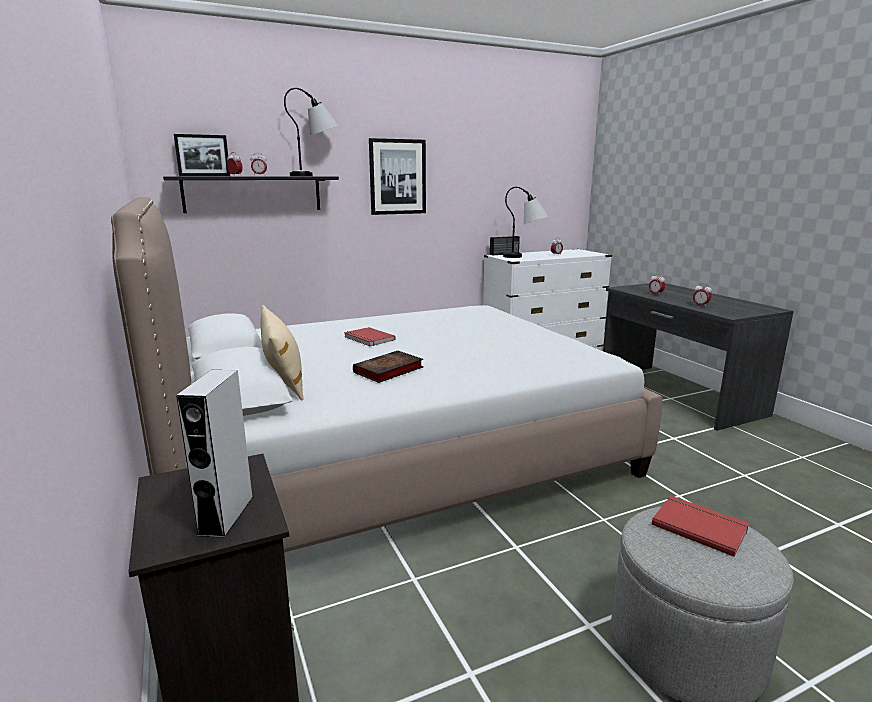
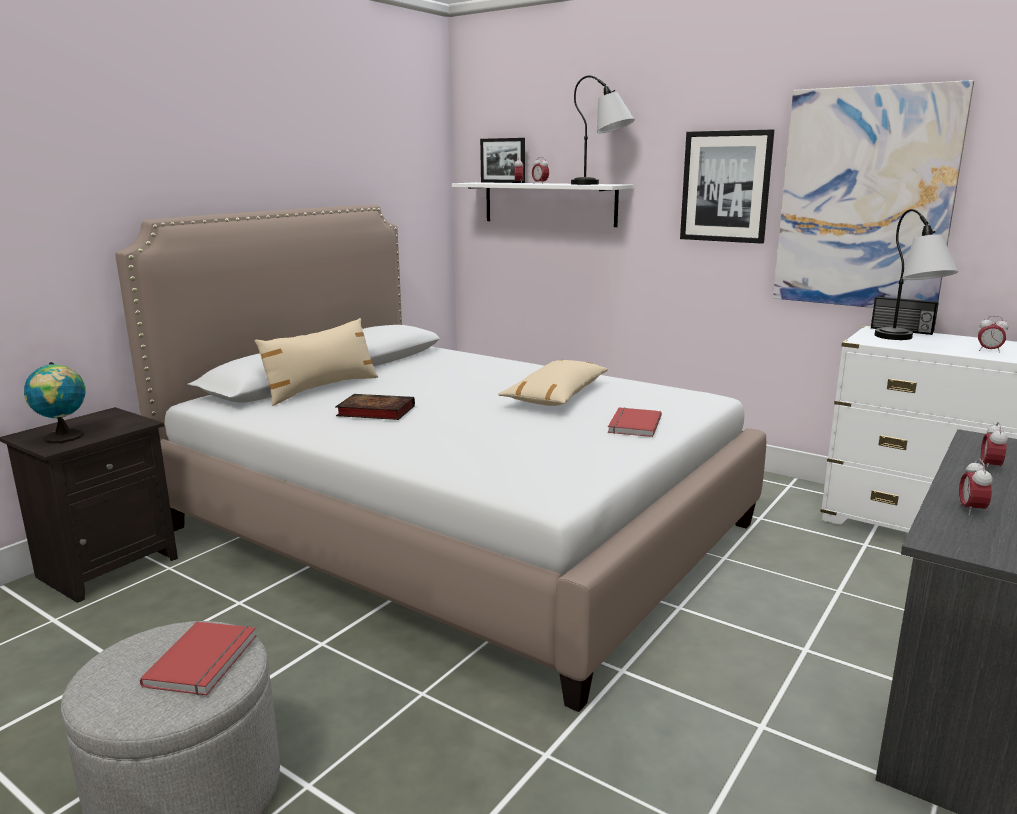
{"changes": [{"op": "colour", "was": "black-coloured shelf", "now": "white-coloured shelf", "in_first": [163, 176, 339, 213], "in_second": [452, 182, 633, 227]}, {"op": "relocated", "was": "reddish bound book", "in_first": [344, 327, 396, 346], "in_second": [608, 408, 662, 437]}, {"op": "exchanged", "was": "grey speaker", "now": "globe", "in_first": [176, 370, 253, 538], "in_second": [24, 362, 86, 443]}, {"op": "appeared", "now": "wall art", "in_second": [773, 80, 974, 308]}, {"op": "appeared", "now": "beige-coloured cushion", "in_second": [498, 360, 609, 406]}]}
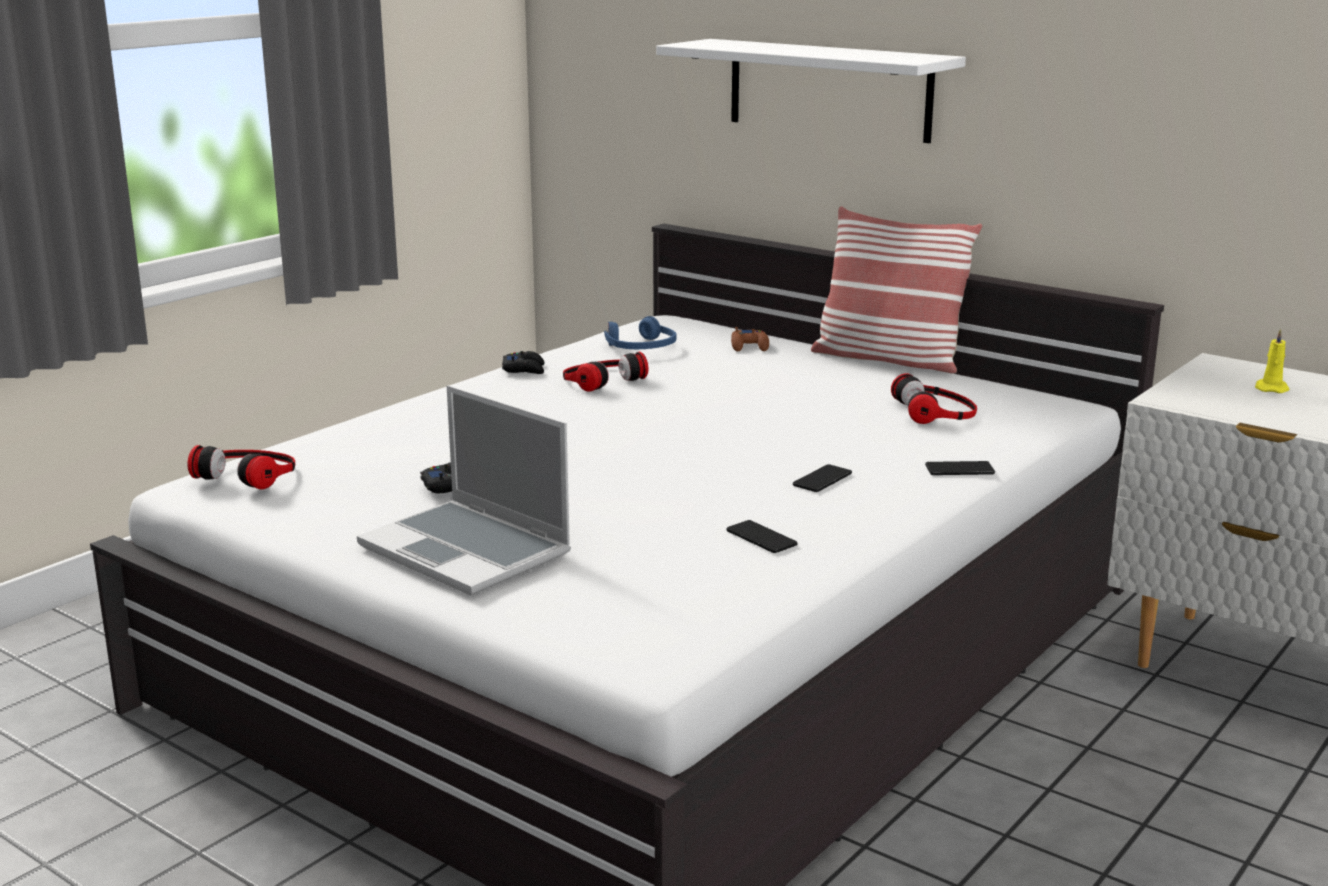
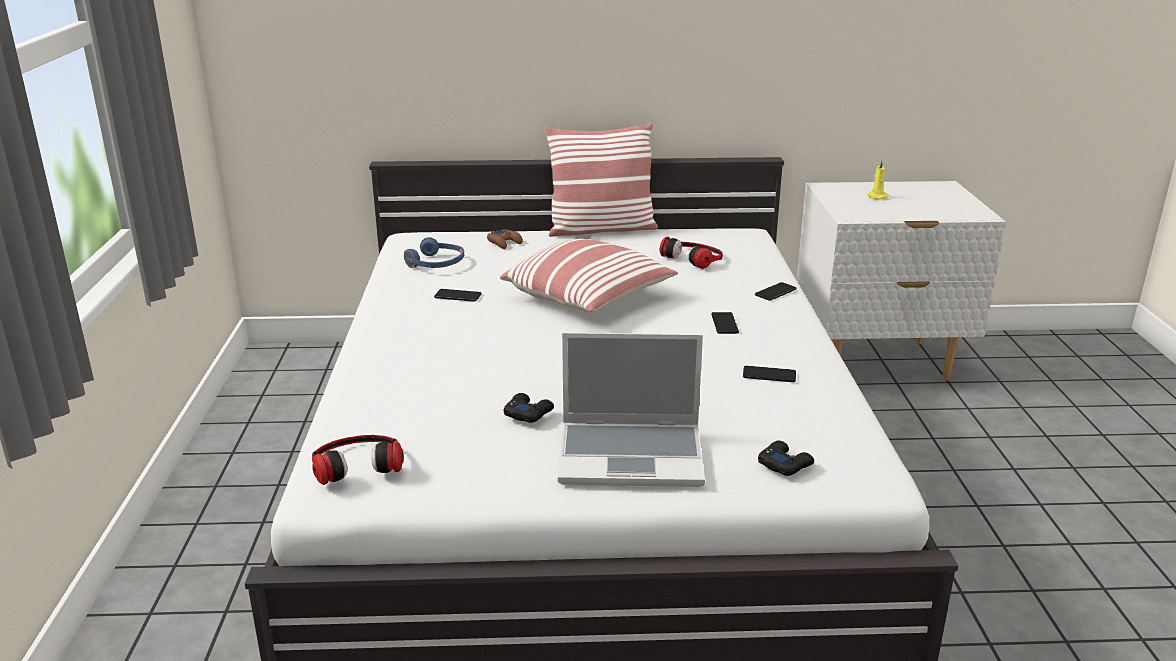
{"changes": [{"op": "missing", "was": "white-coloured shelf", "in_first": [656, 39, 966, 143]}, {"op": "relocated", "was": "black-coloured gamepad", "in_first": [502, 351, 545, 374], "in_second": [758, 441, 814, 476]}, {"op": "exchanged", "was": "pair of headphones", "now": "phone", "in_first": [563, 352, 648, 392], "in_second": [434, 289, 482, 302]}, {"op": "appeared", "now": "cushion", "in_second": [500, 239, 678, 312]}]}
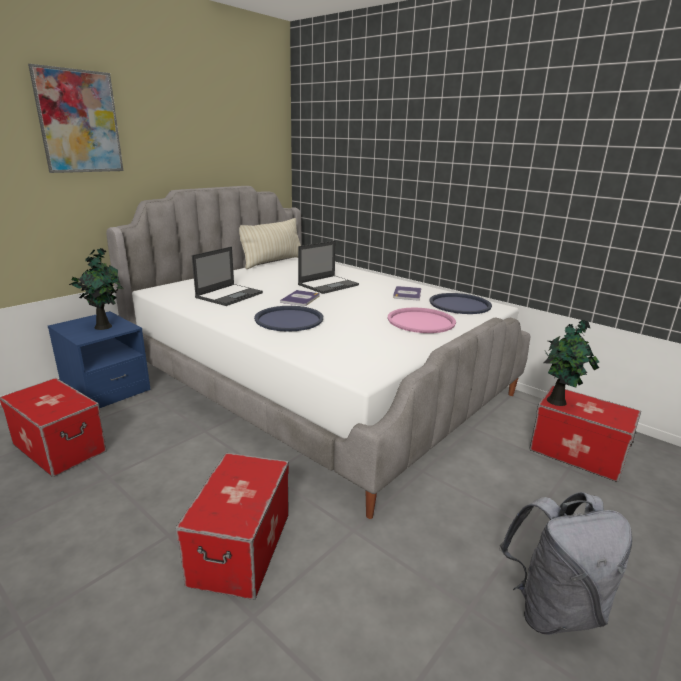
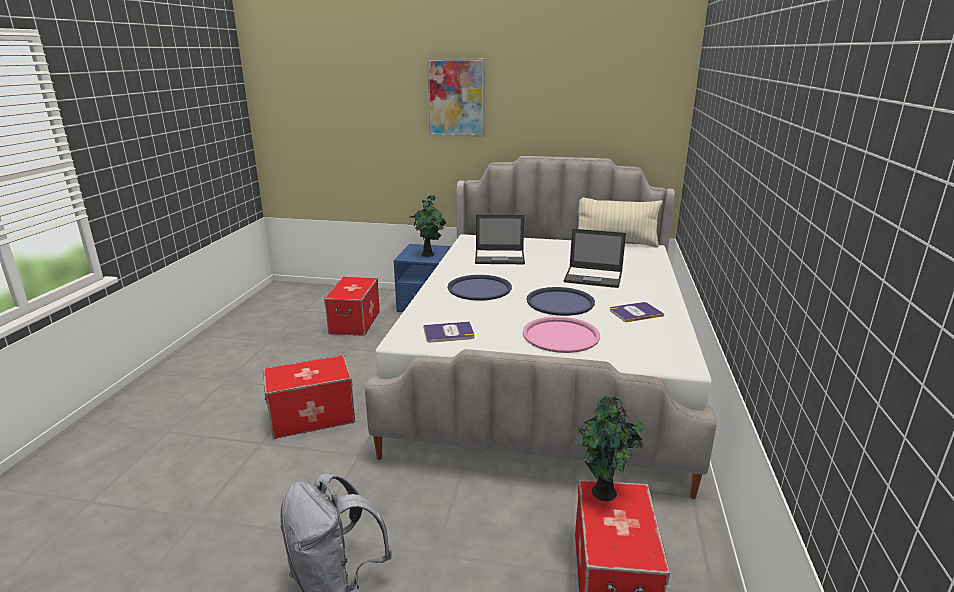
{"changes": [{"op": "relocated", "was": "bound book", "in_first": [280, 290, 320, 306], "in_second": [424, 321, 475, 343]}, {"op": "relocated", "was": "blue carrying tray", "in_first": [430, 293, 492, 314], "in_second": [526, 287, 595, 316]}]}
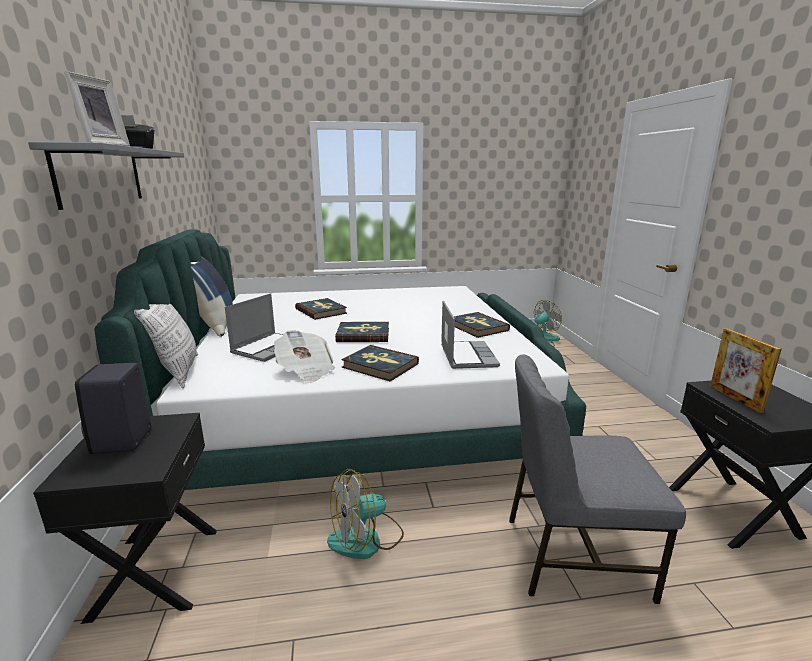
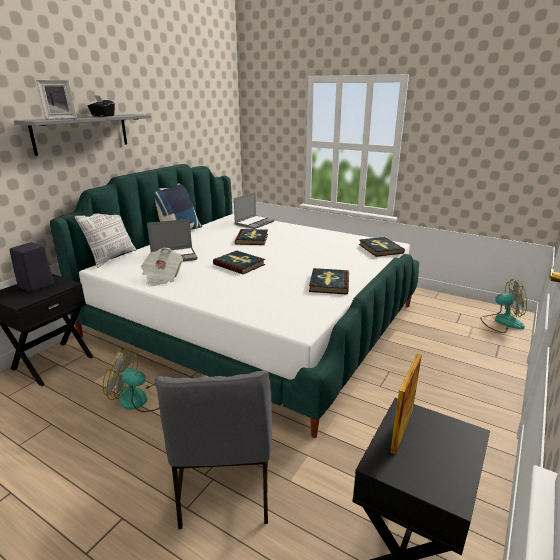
{"changes": [{"op": "relocated", "was": "laptop", "in_first": [441, 301, 500, 369], "in_second": [234, 192, 275, 229]}, {"op": "relocated", "was": "bound book", "in_first": [341, 345, 419, 382], "in_second": [359, 237, 405, 257]}, {"op": "spun", "was": "grey chair", "in_first": [509, 354, 686, 604], "in_second": [155, 370, 272, 529], "clockwise": -135}]}
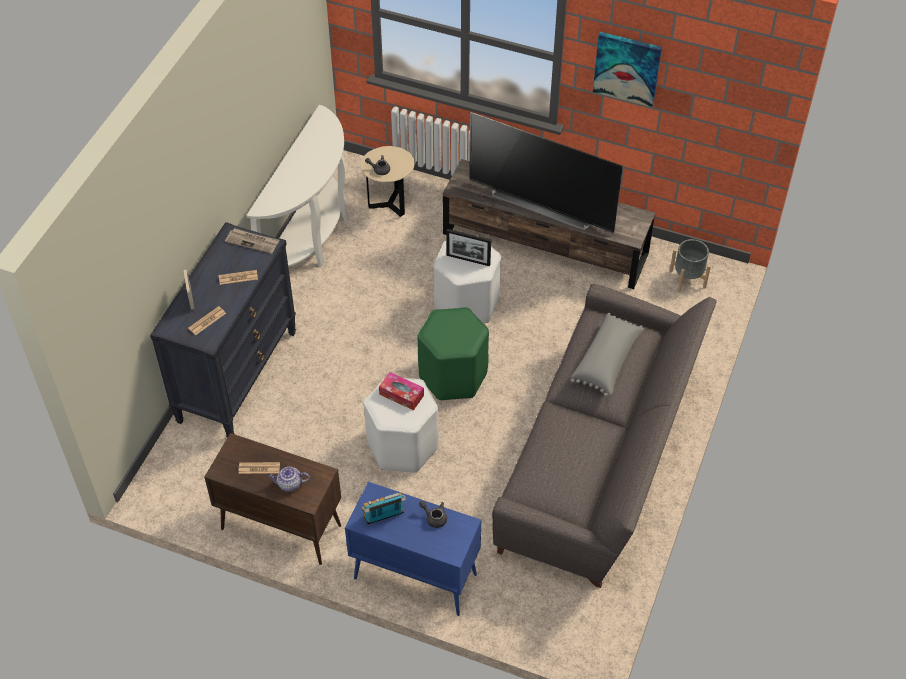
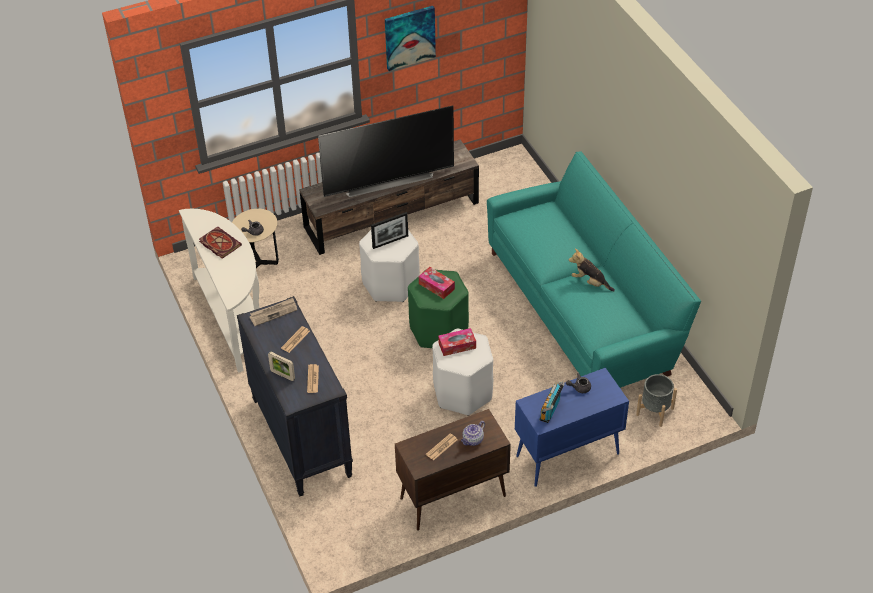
{"changes": [{"op": "relocated", "was": "grey plant pot", "in_first": [670, 239, 711, 292], "in_second": [636, 374, 677, 427]}, {"op": "colour", "was": "grey sofa", "now": "turquoise sofa", "in_first": [492, 284, 717, 588], "in_second": [487, 152, 701, 388]}, {"op": "missing", "was": "grey cushion", "in_first": [571, 313, 644, 397]}, {"op": "appeared", "now": "bound book", "in_second": [199, 226, 242, 259]}, {"op": "appeared", "now": "plush toy", "in_second": [569, 248, 615, 291]}, {"op": "appeared", "now": "tissue holder", "in_second": [419, 267, 455, 299]}]}
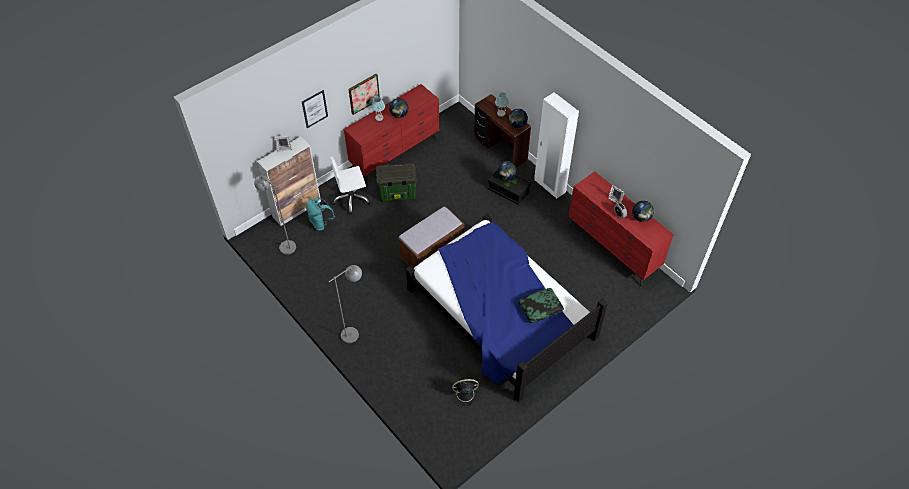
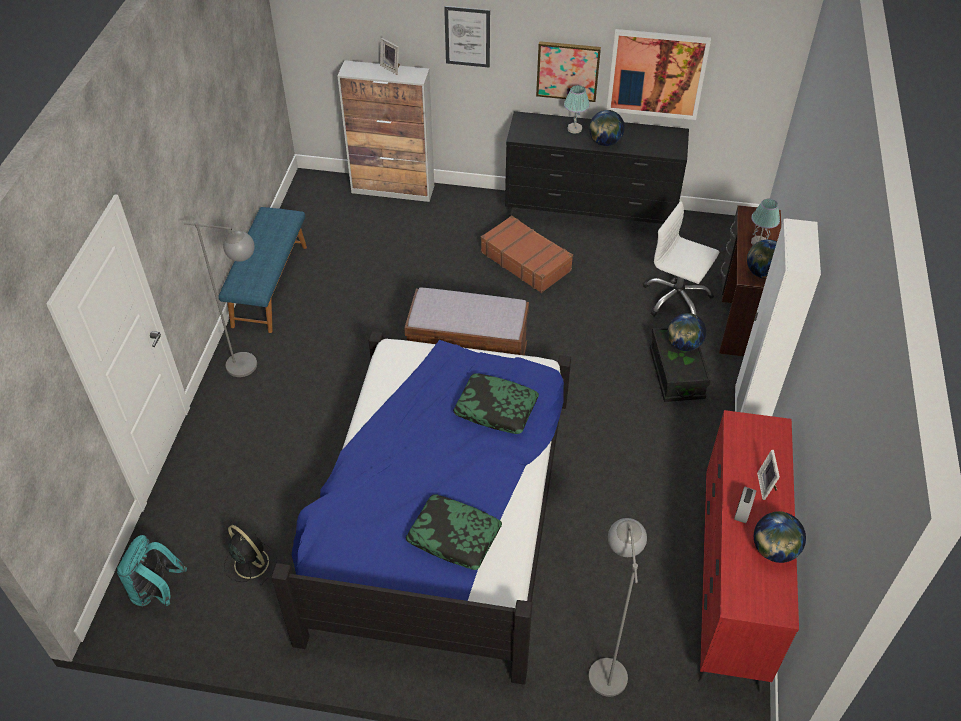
{"changes": [{"op": "colour", "was": "reddish dresser", "now": "black-coloured dresser", "in_first": [344, 84, 439, 183], "in_second": [505, 111, 689, 225]}, {"op": "relocated", "was": "white-coloured office chair", "in_first": [330, 157, 371, 215], "in_second": [643, 201, 719, 317]}, {"op": "exchanged", "was": "storage container", "now": "brown piece of luggage", "in_first": [376, 163, 417, 202], "in_second": [481, 215, 573, 293]}, {"op": "relocated", "was": "grey standard lamp", "in_first": [254, 175, 296, 255], "in_second": [588, 518, 647, 697]}, {"op": "relocated", "was": "turquoise rucksack", "in_first": [306, 197, 335, 231], "in_second": [117, 535, 187, 607]}, {"op": "appeared", "now": "wall art", "in_second": [607, 29, 711, 120]}, {"op": "appeared", "now": "blue indoor bench", "in_second": [218, 207, 307, 333]}, {"op": "appeared", "now": "cushion", "in_second": [453, 373, 539, 434]}]}
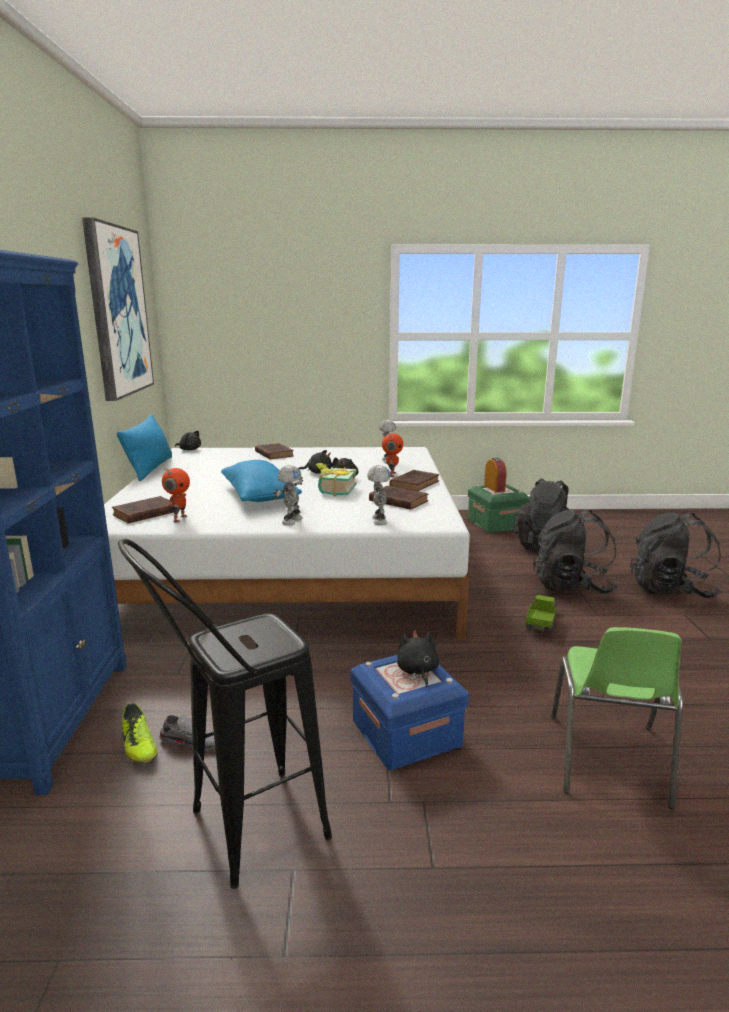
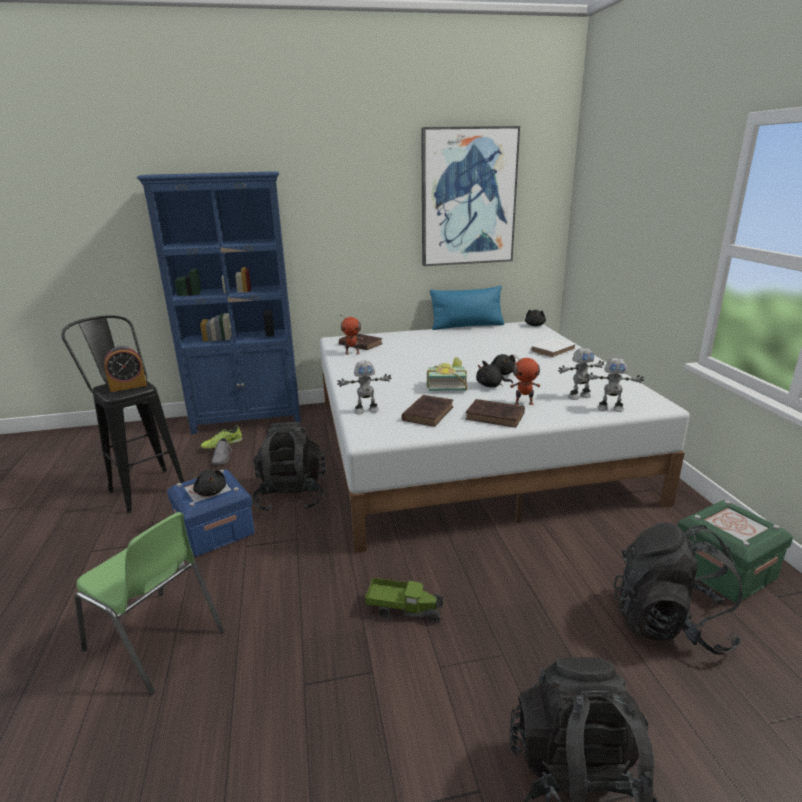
{"changes": [{"op": "colour", "was": "brown bound book", "now": "white-coloured bound book", "in_first": [255, 443, 294, 459], "in_second": [531, 338, 576, 358]}, {"op": "relocated", "was": "alarm clock", "in_first": [484, 458, 506, 492], "in_second": [104, 346, 147, 392]}, {"op": "missing", "was": "blue cushion", "in_first": [221, 460, 302, 502]}, {"op": "relocated", "was": "model robot", "in_first": [273, 465, 303, 526], "in_second": [585, 358, 644, 412]}, {"op": "relocated", "was": "black-coloured rucksack", "in_first": [533, 510, 618, 594], "in_second": [252, 422, 326, 512]}, {"op": "spun", "was": "greenish chair", "in_first": [551, 627, 683, 810], "in_second": [74, 512, 224, 695], "clockwise": -150}, {"op": "spun", "was": "black-coloured plush toy", "in_first": [397, 630, 439, 688], "in_second": [193, 470, 226, 496], "clockwise": 75}]}
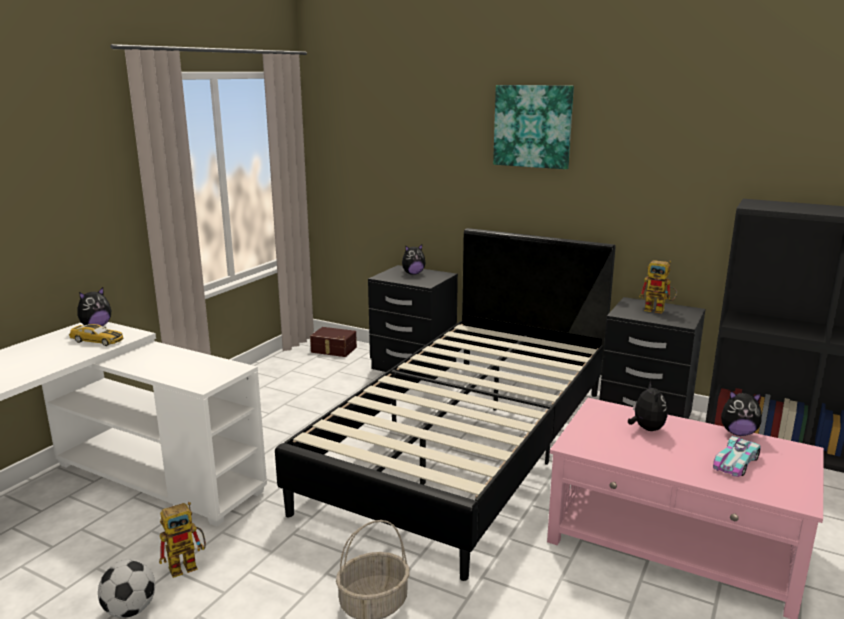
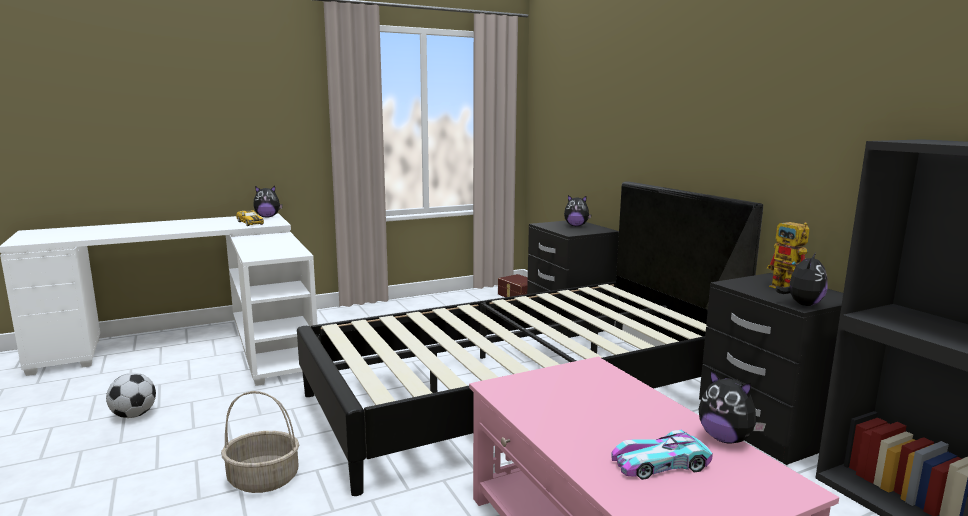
{"changes": [{"op": "missing", "was": "wall art", "in_first": [493, 85, 574, 169]}, {"op": "relocated", "was": "plush toy", "in_first": [628, 381, 668, 431], "in_second": [775, 252, 828, 306]}, {"op": "missing", "was": "model robot", "in_first": [159, 502, 206, 578]}]}
